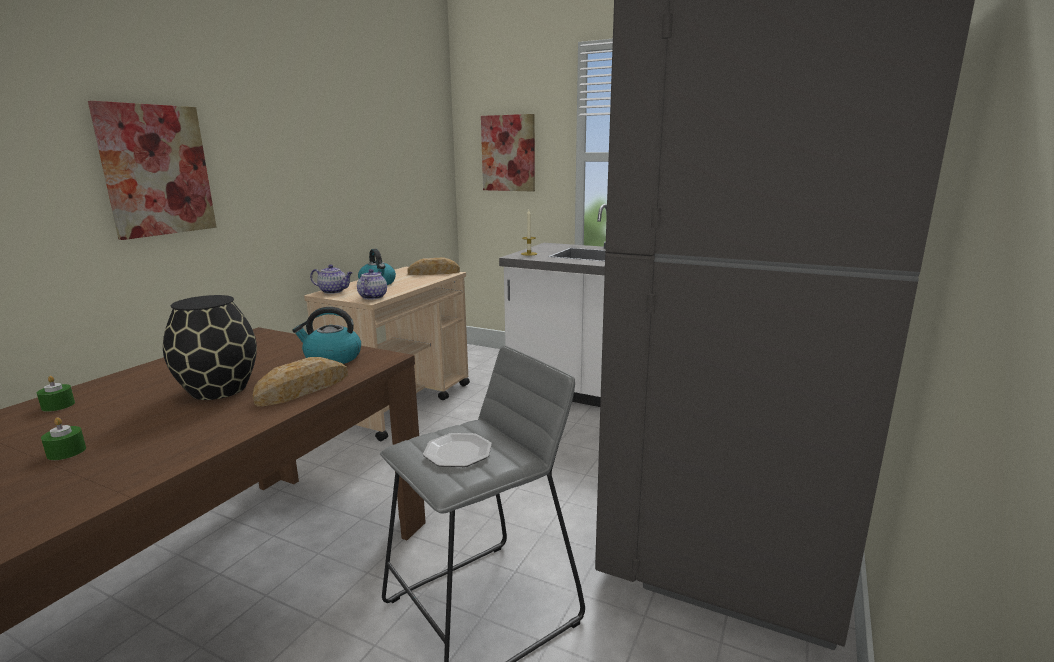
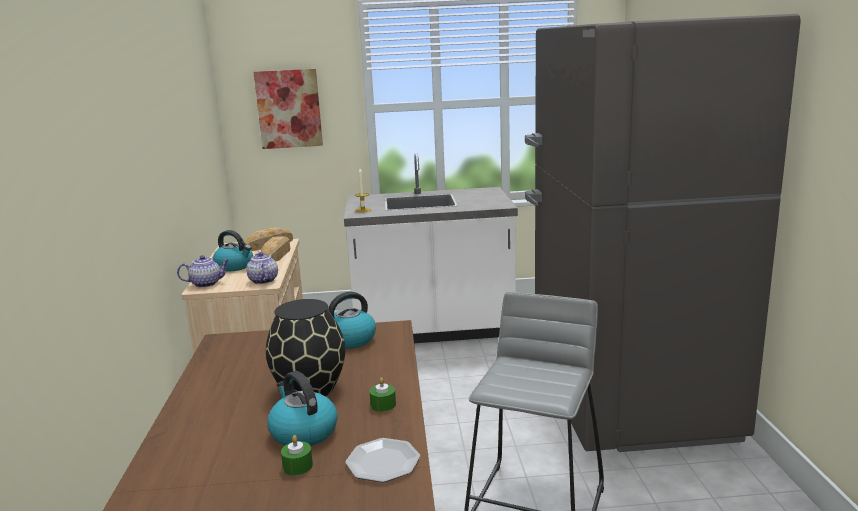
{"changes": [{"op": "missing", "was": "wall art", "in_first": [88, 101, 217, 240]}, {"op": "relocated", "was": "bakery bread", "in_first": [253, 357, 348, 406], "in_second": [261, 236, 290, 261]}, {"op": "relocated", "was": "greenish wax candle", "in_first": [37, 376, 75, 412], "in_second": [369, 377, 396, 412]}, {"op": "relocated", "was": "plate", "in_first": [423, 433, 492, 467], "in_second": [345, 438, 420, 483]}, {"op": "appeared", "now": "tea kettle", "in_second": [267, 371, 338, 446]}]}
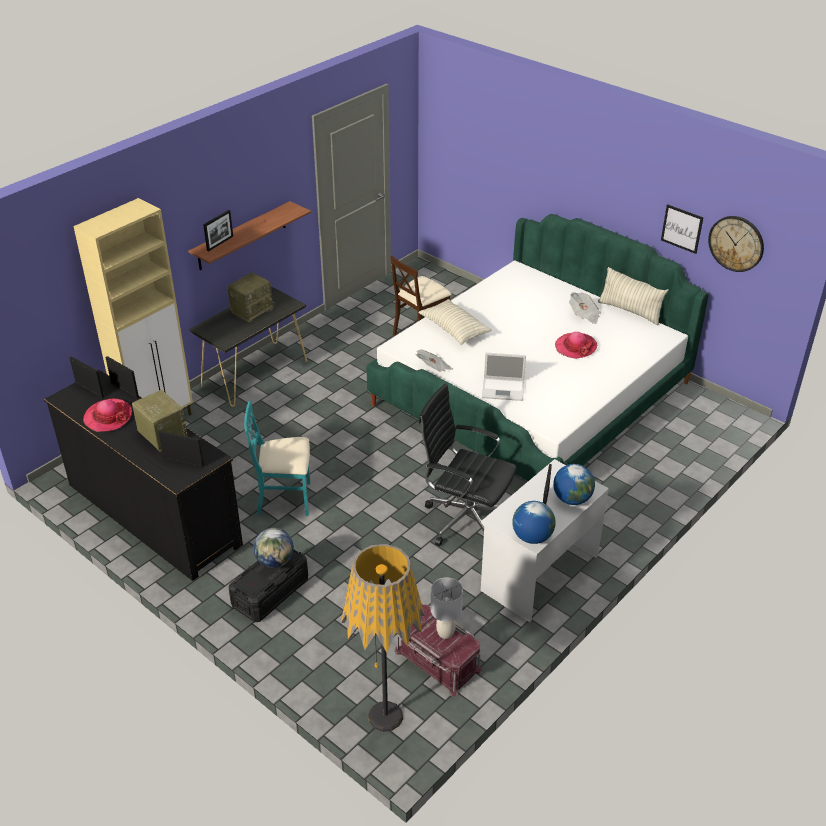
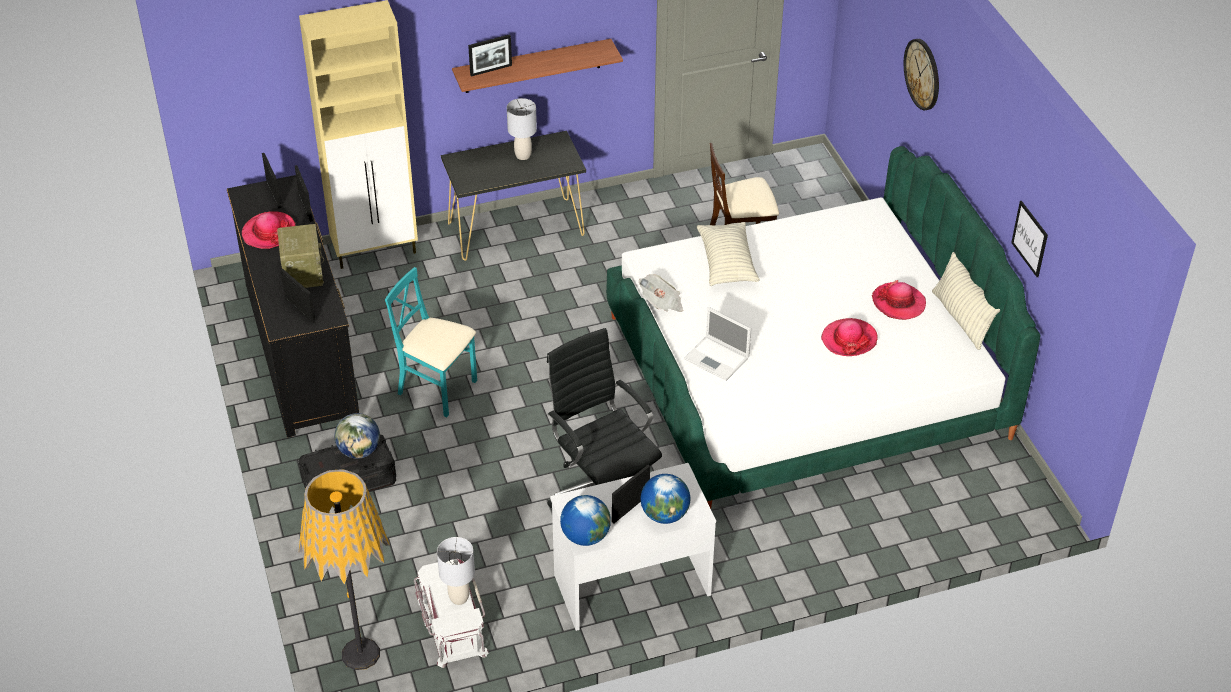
{"changes": [{"op": "relocated", "was": "hanging clock", "in_first": [708, 216, 764, 272], "in_second": [904, 39, 939, 110]}, {"op": "exchanged", "was": "radio", "now": "grey table lamp", "in_first": [227, 273, 275, 322], "in_second": [507, 98, 537, 160]}, {"op": "exchanged", "was": "newspaper", "now": "hat", "in_first": [569, 292, 601, 324], "in_second": [872, 280, 926, 320]}, {"op": "colour", "was": "reddish storage container", "now": "white-coloured storage container", "in_first": [395, 605, 482, 696], "in_second": [414, 559, 489, 668]}]}
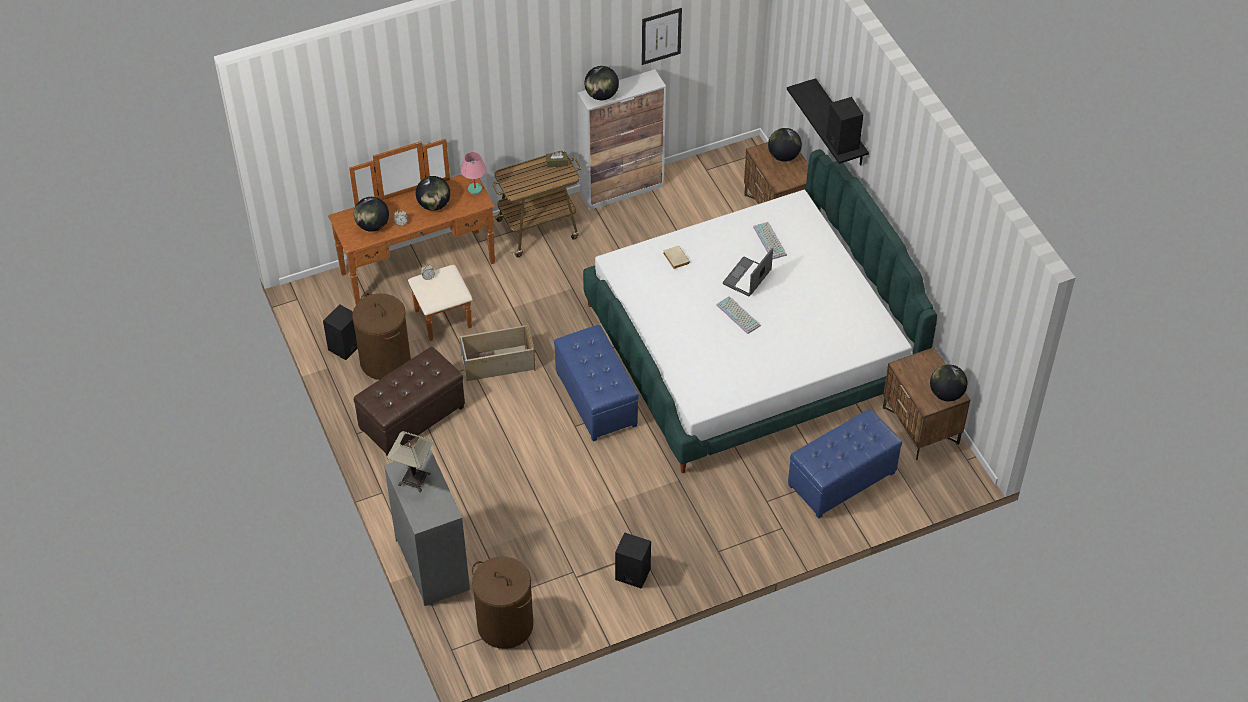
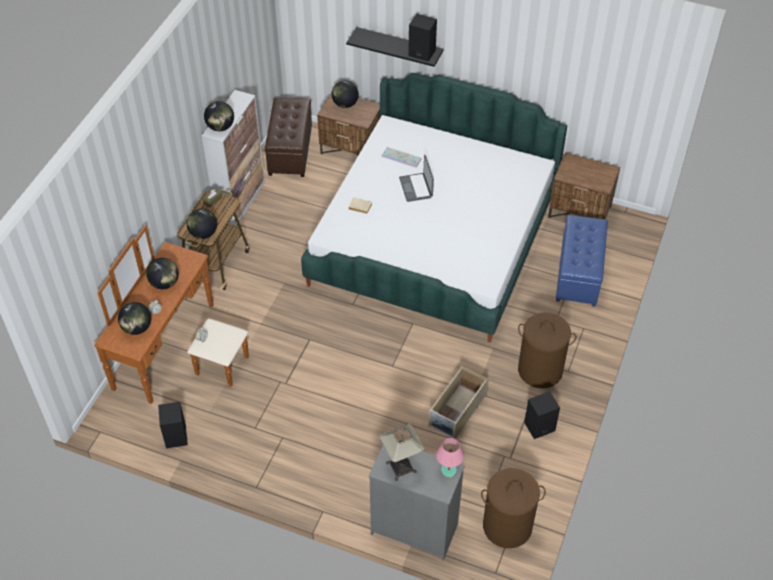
{"changes": [{"op": "missing", "was": "wall art", "in_first": [642, 8, 682, 65]}, {"op": "relocated", "was": "pinkish table lamp", "in_first": [460, 152, 487, 195], "in_second": [436, 438, 464, 478]}, {"op": "relocated", "was": "brown laundry basket", "in_first": [352, 293, 411, 380], "in_second": [518, 312, 576, 388]}, {"op": "missing", "was": "PC keyboard", "in_first": [716, 296, 761, 334]}, {"op": "relocated", "was": "beige-coloured storage container", "in_first": [459, 323, 536, 381], "in_second": [428, 365, 489, 439]}, {"op": "missing", "was": "blue ottoman", "in_first": [554, 325, 639, 441]}, {"op": "relocated", "was": "brown ottoman", "in_first": [354, 346, 465, 455], "in_second": [265, 97, 312, 177]}, {"op": "relocated", "was": "globe", "in_first": [930, 364, 967, 401], "in_second": [187, 209, 217, 239]}]}
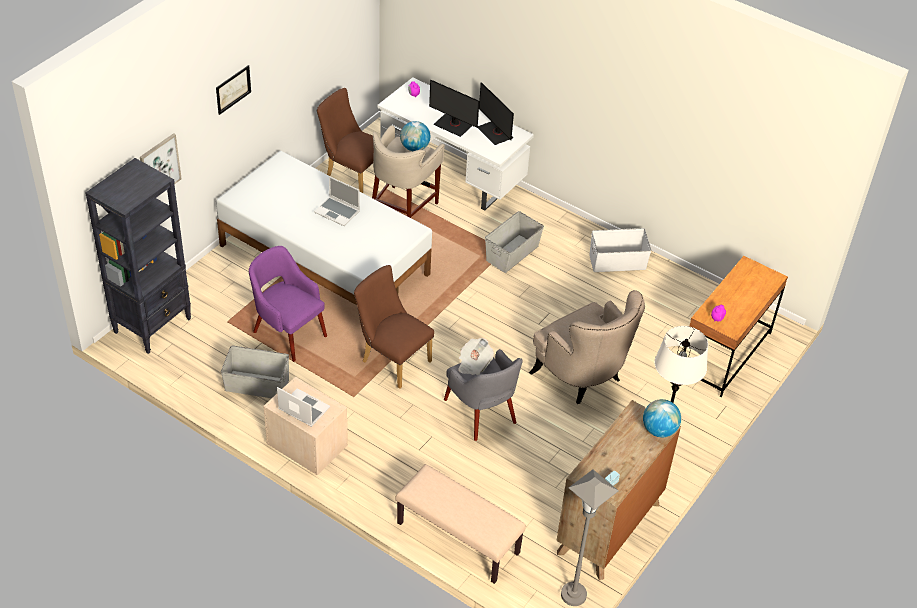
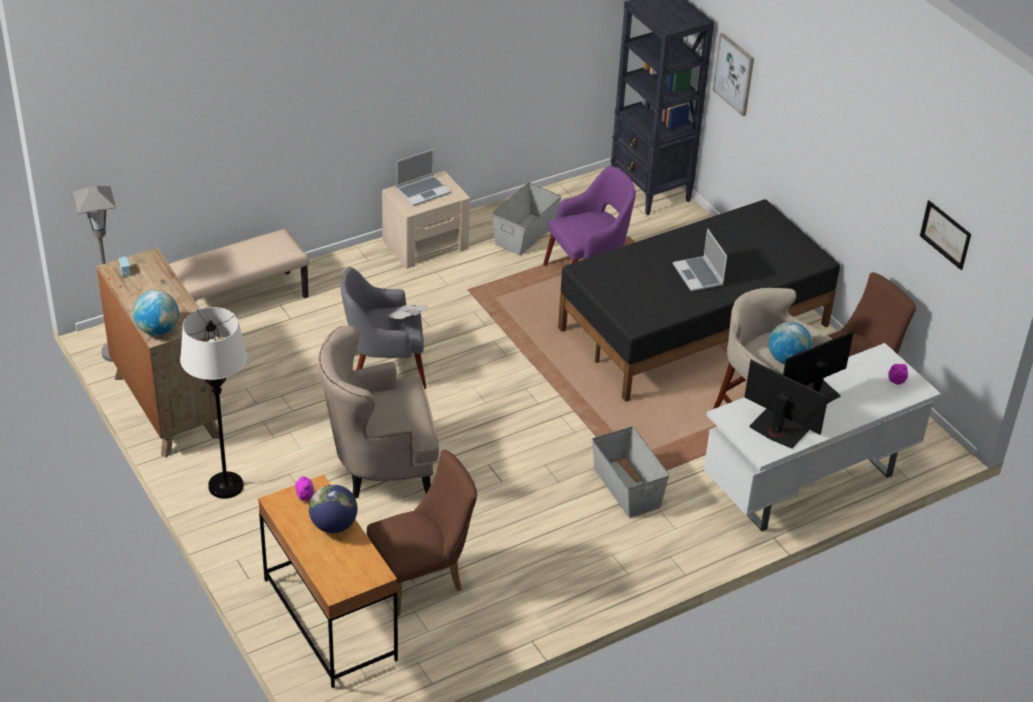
{"changes": [{"op": "relocated", "was": "wall art", "in_first": [216, 65, 251, 115], "in_second": [920, 200, 971, 270]}, {"op": "spun", "was": "computer screen", "in_first": [478, 82, 514, 145], "in_second": [744, 360, 828, 448], "clockwise": 45}, {"op": "colour", "was": "white-coloured bedroom bed", "now": "black-coloured bedroom bed", "in_first": [216, 151, 432, 305], "in_second": [558, 199, 840, 402]}, {"op": "spun", "was": "laptop", "in_first": [314, 176, 360, 226], "in_second": [673, 229, 727, 291], "clockwise": -75}, {"op": "missing", "was": "white-coloured storage container", "in_first": [589, 228, 651, 272]}, {"op": "relocated", "was": "brown chair", "in_first": [354, 265, 434, 388], "in_second": [367, 450, 477, 616]}, {"op": "appeared", "now": "globe", "in_second": [309, 484, 357, 533]}]}
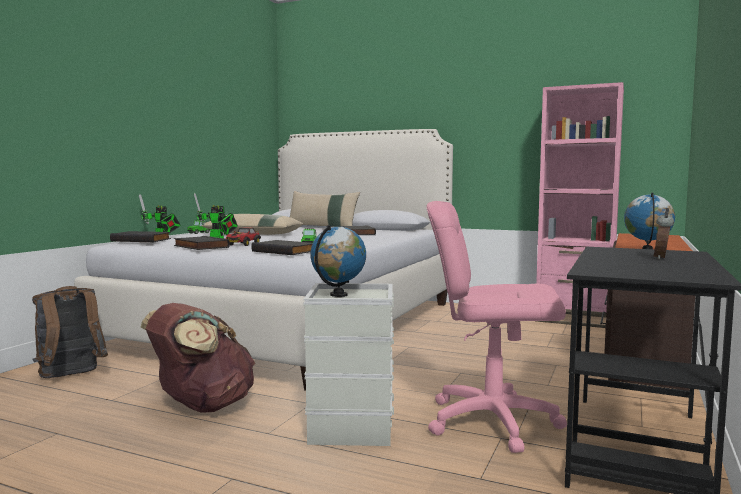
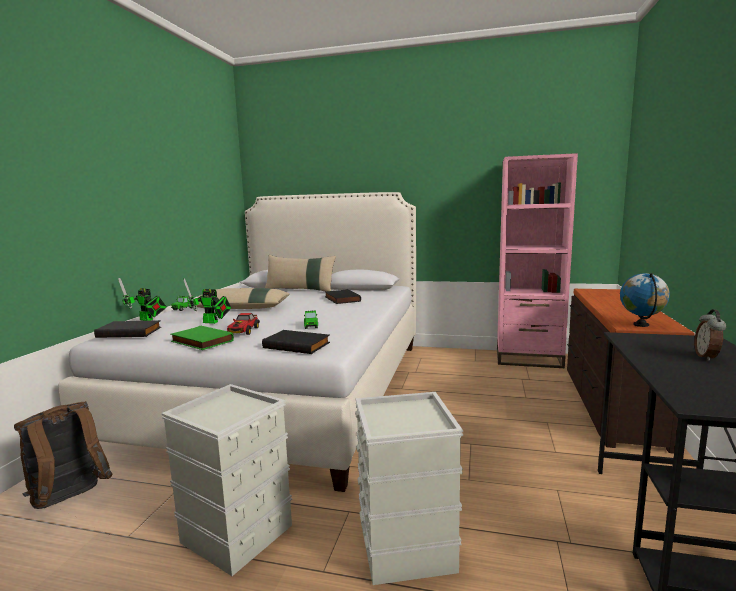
{"changes": [{"op": "missing", "was": "pinkish office chair", "in_first": [427, 201, 567, 453]}, {"op": "missing", "was": "globe", "in_first": [310, 225, 366, 297]}, {"op": "colour", "was": "black-coloured bound book", "now": "greenish bound book", "in_first": [174, 236, 230, 250], "in_second": [170, 326, 234, 350]}, {"op": "exchanged", "was": "brown rucksack", "now": "grey storage container", "in_first": [140, 303, 255, 413], "in_second": [161, 384, 292, 576]}]}
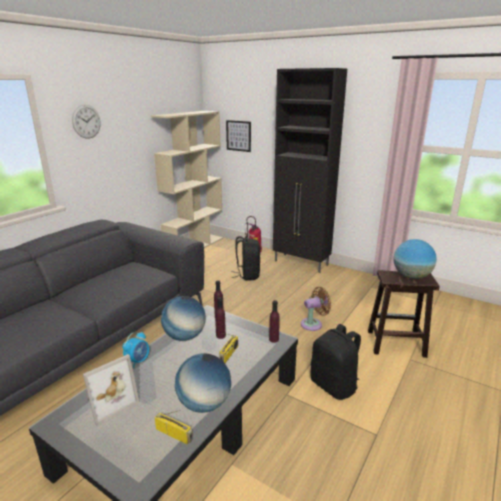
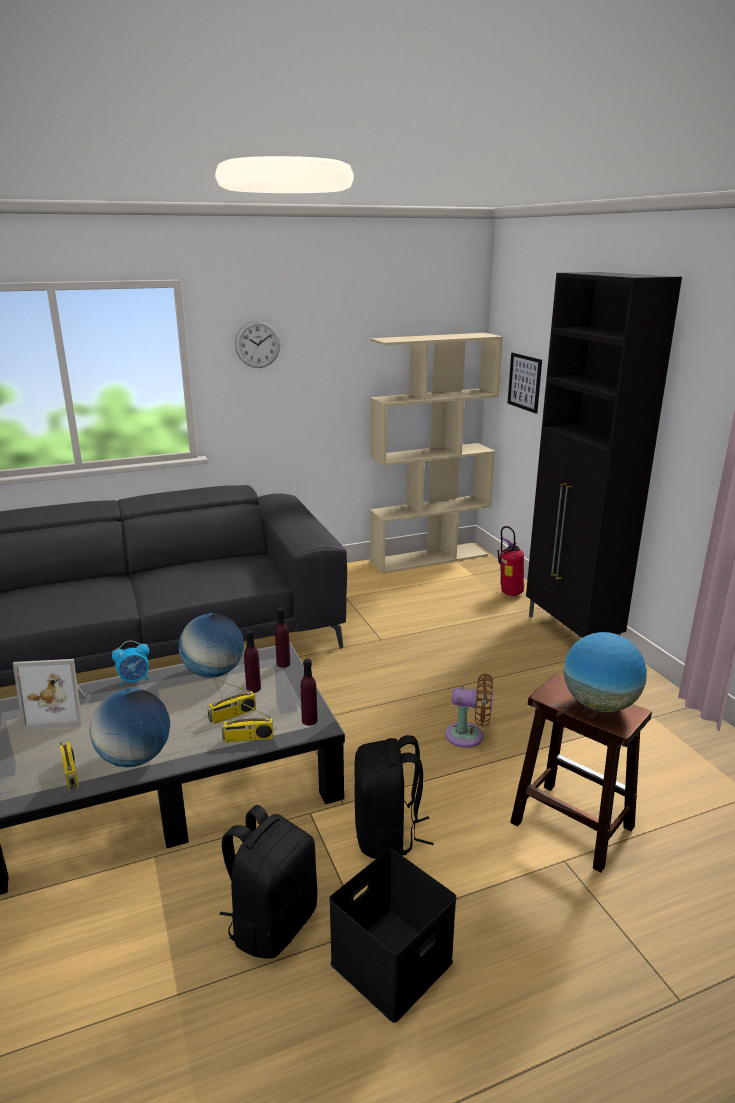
{"changes": [{"op": "relocated", "was": "black-coloured rucksack", "in_first": [231, 236, 260, 281], "in_second": [219, 805, 317, 959]}, {"op": "appeared", "now": "radio", "in_second": [221, 697, 273, 743]}, {"op": "appeared", "now": "black-coloured storage container", "in_second": [329, 849, 457, 1023]}]}
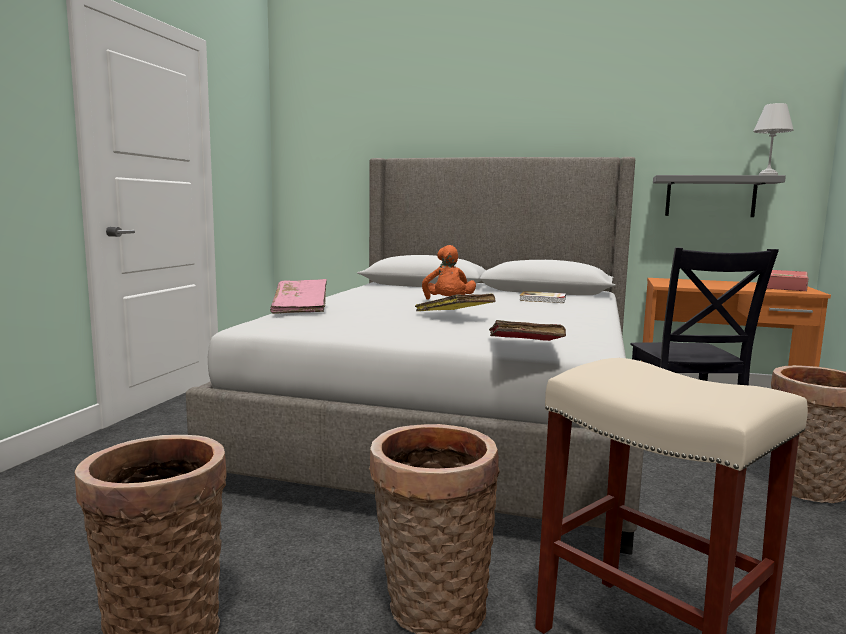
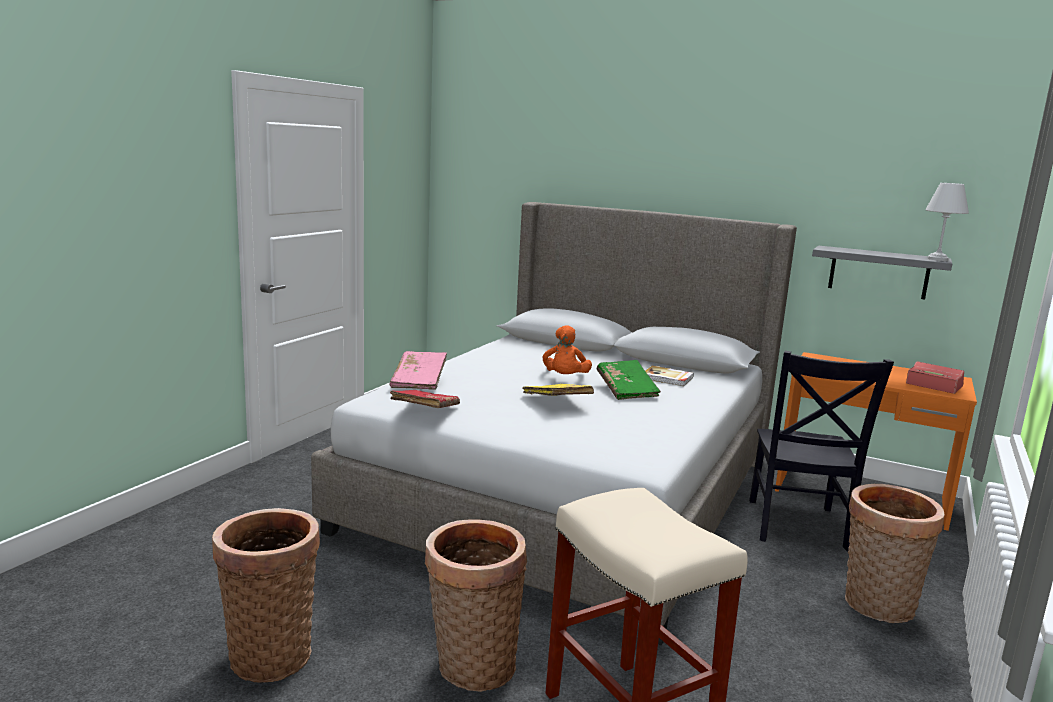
{"changes": [{"op": "relocated", "was": "reddish bound book", "in_first": [489, 320, 566, 341], "in_second": [390, 390, 460, 408]}, {"op": "appeared", "now": "greenish bound book", "in_second": [596, 360, 661, 400]}]}
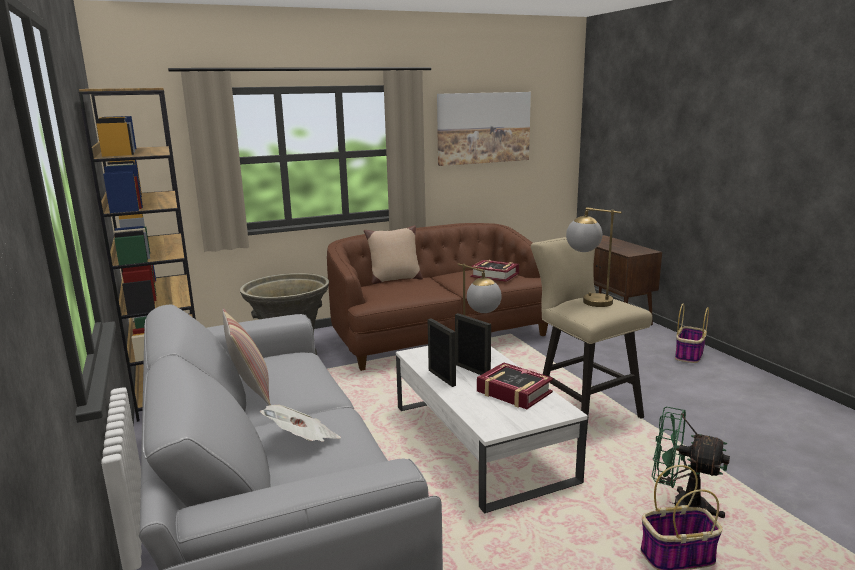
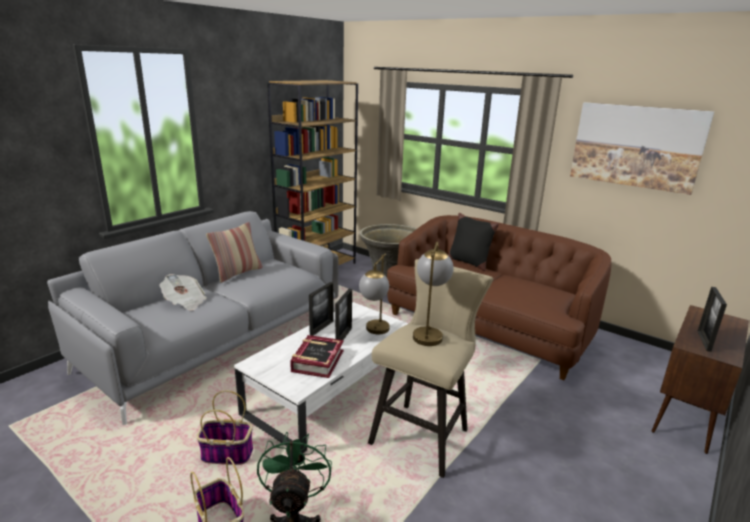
{"changes": [{"op": "colour", "was": "beige-coloured cushion", "now": "black-coloured cushion", "in_first": [364, 225, 423, 284], "in_second": [448, 213, 499, 271]}, {"op": "missing", "was": "bound book", "in_first": [470, 260, 519, 282]}, {"op": "relocated", "was": "household basket", "in_first": [675, 303, 709, 363], "in_second": [197, 390, 253, 465]}, {"op": "appeared", "now": "picture frame", "in_second": [697, 287, 727, 352]}]}
